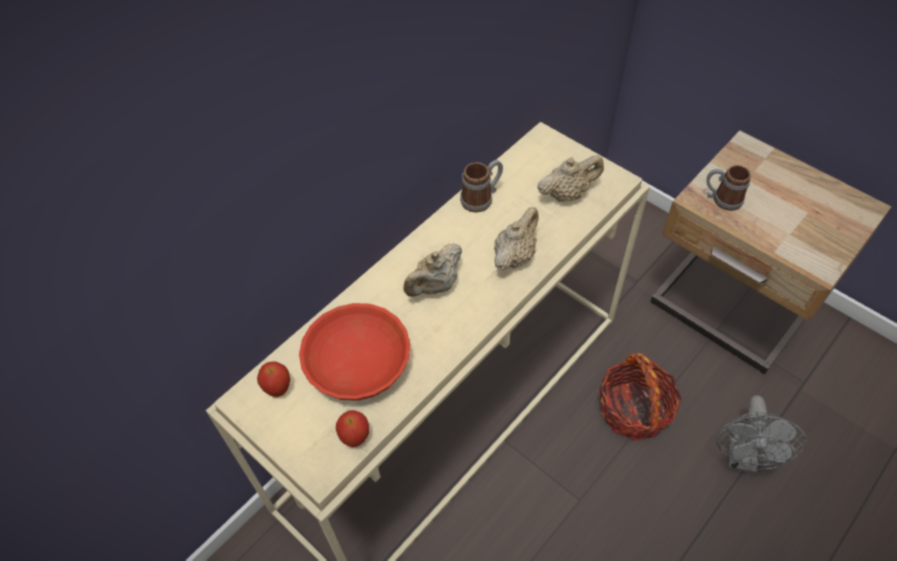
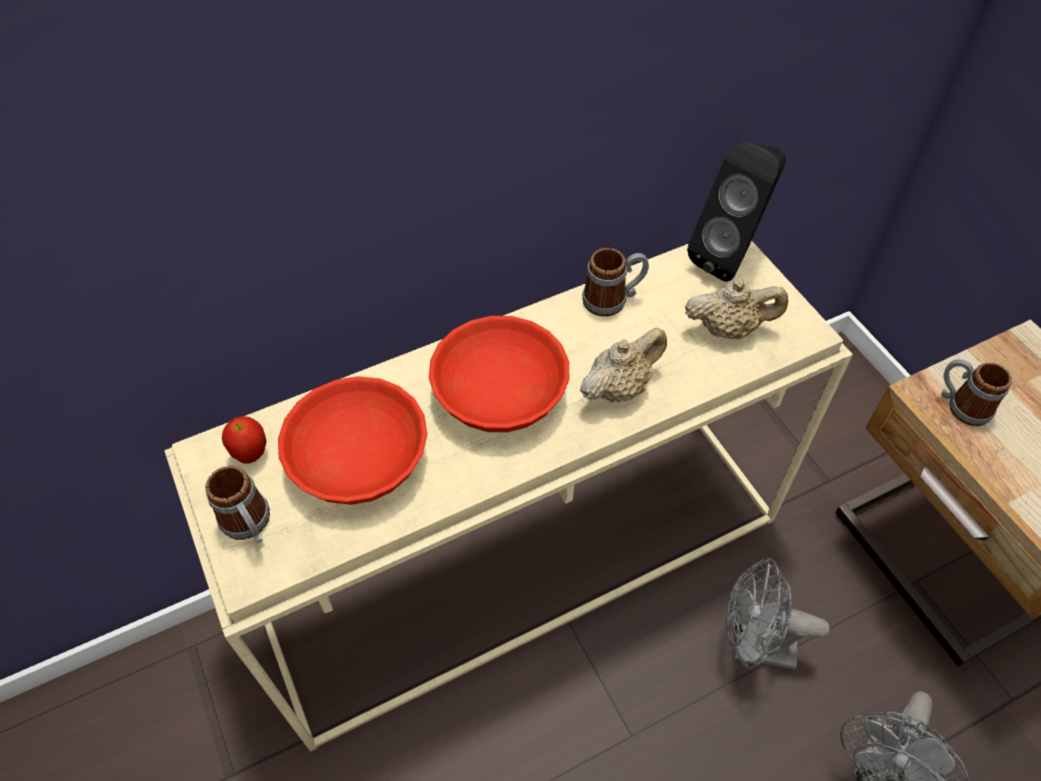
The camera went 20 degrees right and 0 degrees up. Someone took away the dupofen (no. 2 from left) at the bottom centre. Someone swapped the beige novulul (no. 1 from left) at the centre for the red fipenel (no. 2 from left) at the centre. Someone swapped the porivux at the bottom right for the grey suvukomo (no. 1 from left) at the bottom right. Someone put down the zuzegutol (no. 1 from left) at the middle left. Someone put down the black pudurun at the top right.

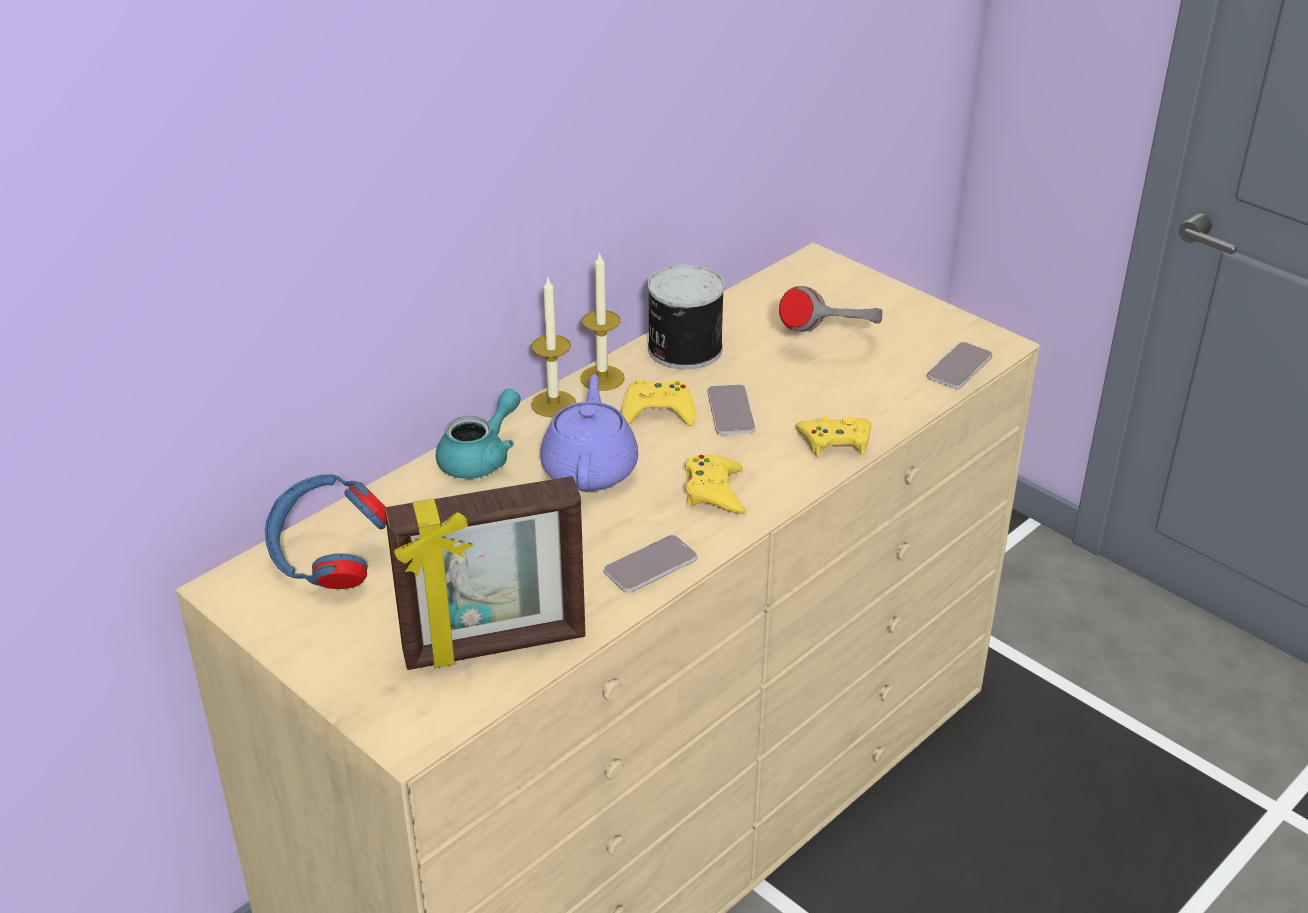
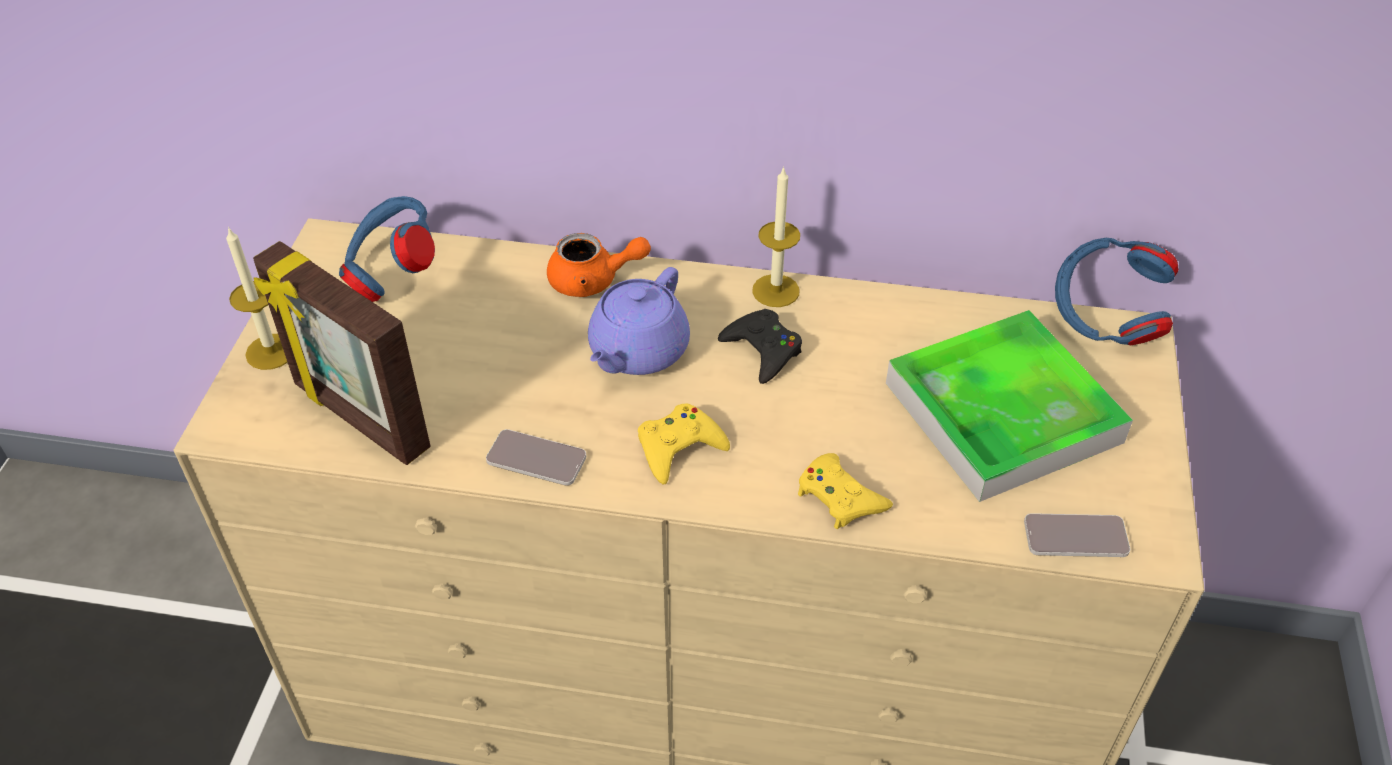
The camera went 55 degrees right and 10 degrees up. Someone repainted the turquoise novulul at the centre, which became the orange novulul at the centre. Someone carried the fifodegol (no. 1 from left) from the centre to the middle left. Someone rotated the purple novulul at the centre by 150 degrees clockwise. Someone repainted the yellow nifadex (no. 1 from left) at the centre, which became the black nifadex at the centre. Someone took away the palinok at the centre. Someone took away the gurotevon (no. 2 from left) at the centre. Someone swapped the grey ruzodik at the centre for the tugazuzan at the middle right. Someone put down the blue ruzodik (no. 2 from left) at the middle right.

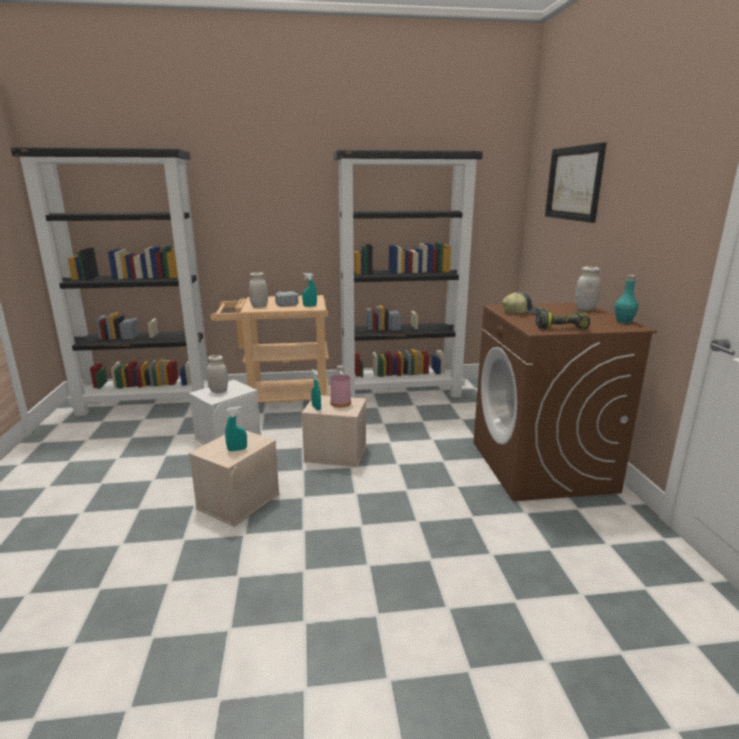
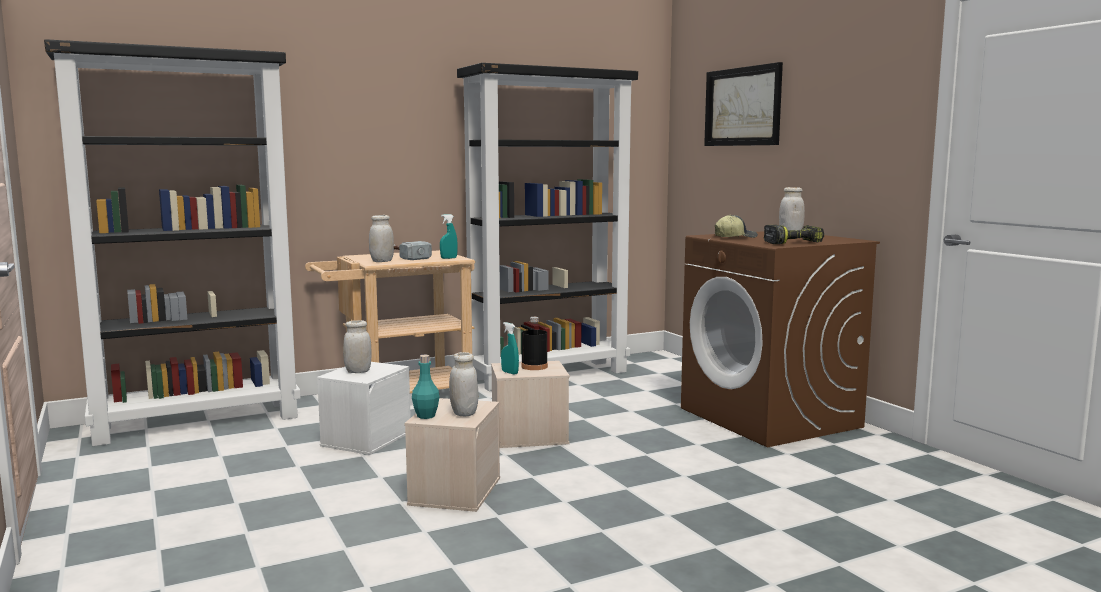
The camera went 20 degrees left and 10 degrees down. Someone swapped the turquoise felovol (no. 1 from left) at the middle left for the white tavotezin (no. 3 from left) at the centre. Someone repainted the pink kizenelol at the centre, which became the black kizenelol at the centre. Someone carried the turquoise kizenelol from the middle right to the centre.

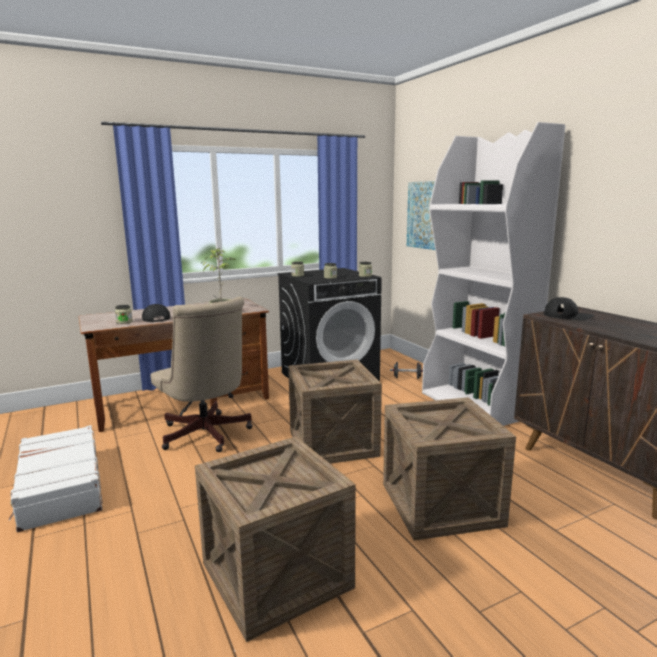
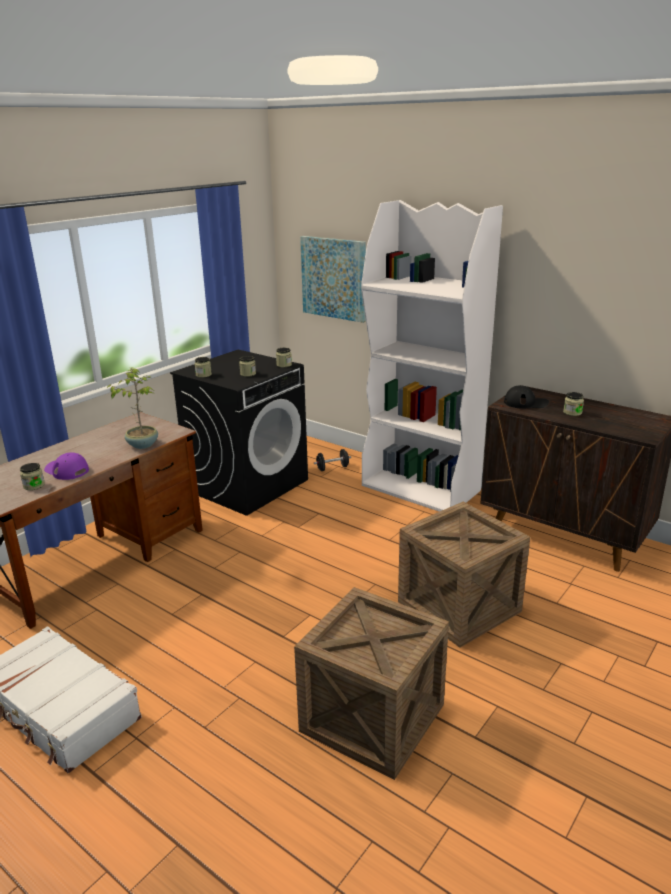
The camera went 25 degrees left and 10 degrees up. Someone repainted the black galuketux (no. 1 from left) at the middle left, which became the purple galuketux at the middle left. Someone took away the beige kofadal at the middle left. Someone took away the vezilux (no. 2 from left) at the centre. Someone put down the tavotezin (no. 5 from left) at the middle right.

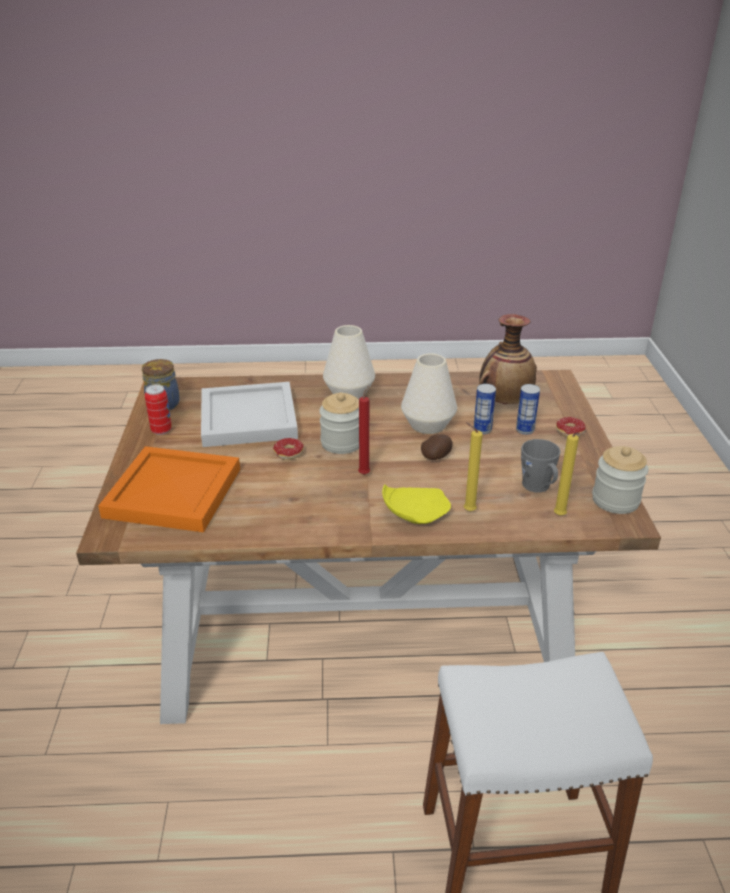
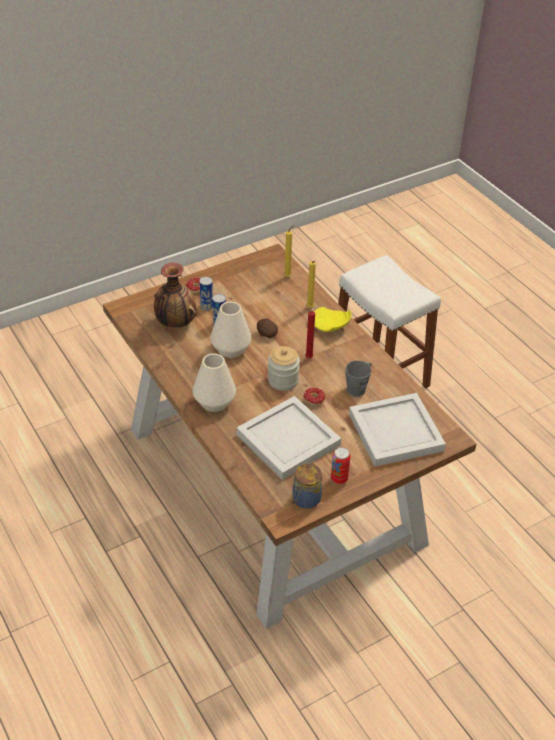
The camera went 120 degrees left and 10 degrees up. Someone repainted the orange tugazuzan at the middle left, which became the white tugazuzan (no. 2 from left) at the middle right. Someone carried the grey zuzegutol from the middle right to the centre. Someone took away the tavotezin (no. 3 from left) at the middle right.

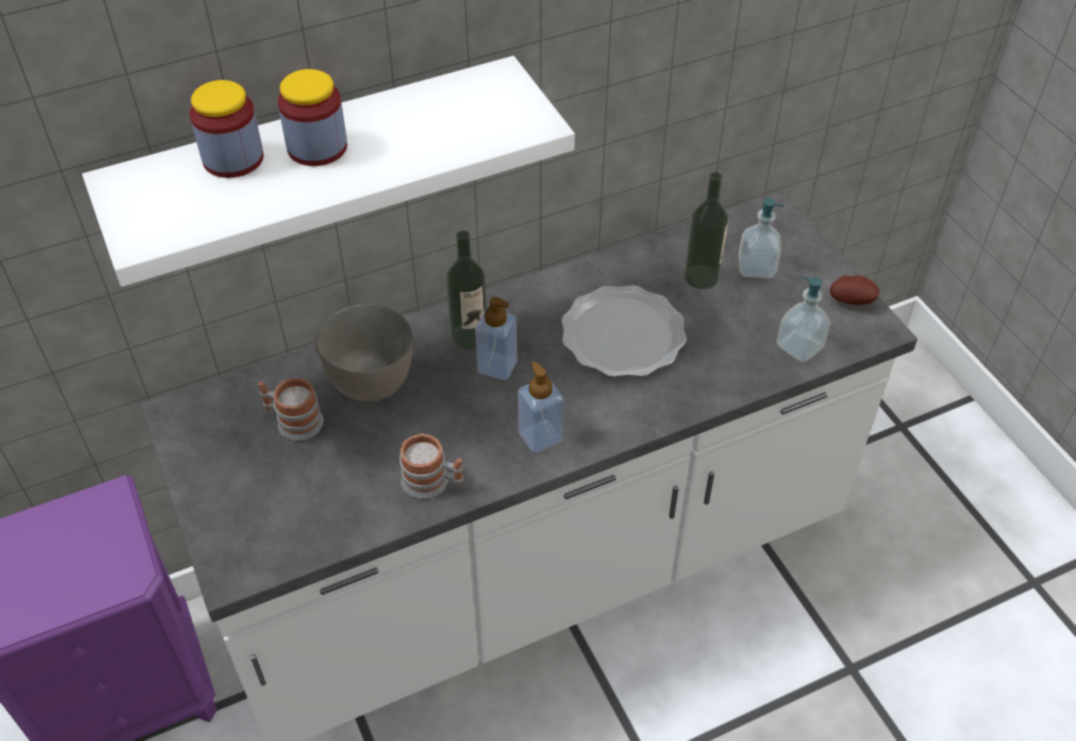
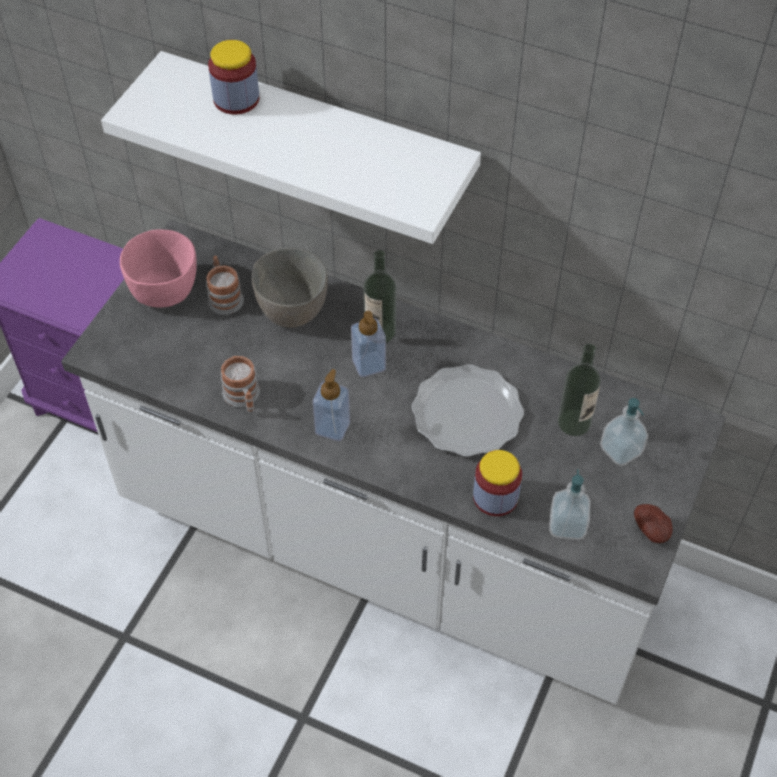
The camera went 50 degrees right and 5 degrees up. Someone carried the tavotezin (no. 2 from left) from the top left to the centre. Someone put down the pink fipenel at the middle left.

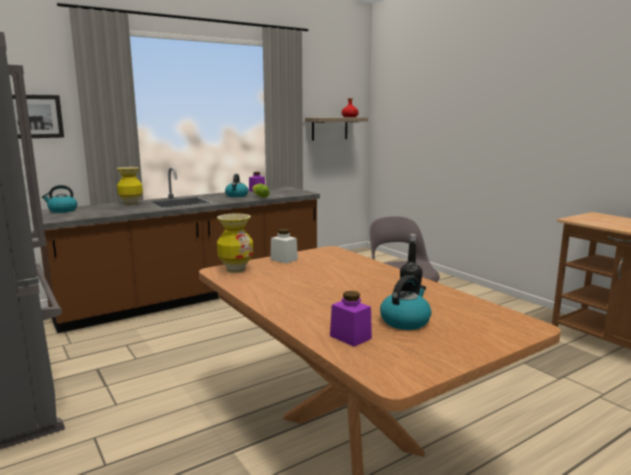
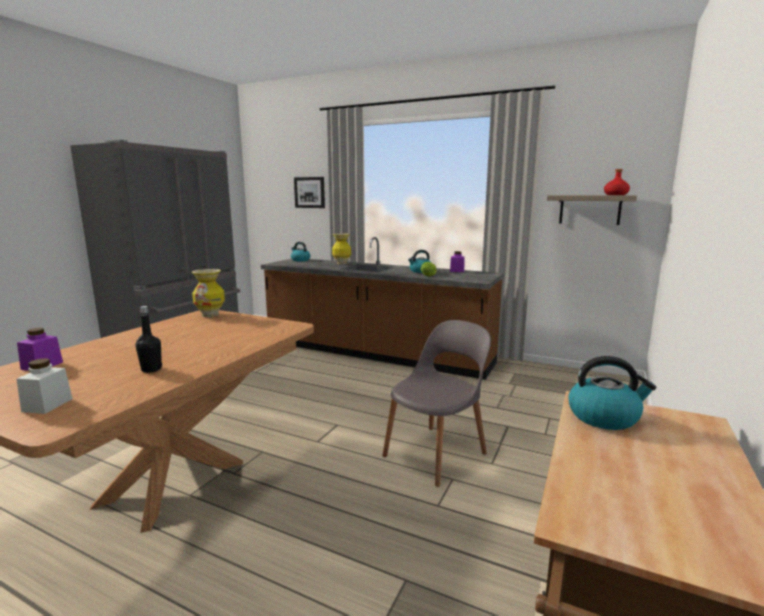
The camera went 60 degrees right and 0 degrees up. Someone carried the white tavotezin from the centre to the middle left. Someone carried the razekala (no. 3 from left) from the centre to the middle right.

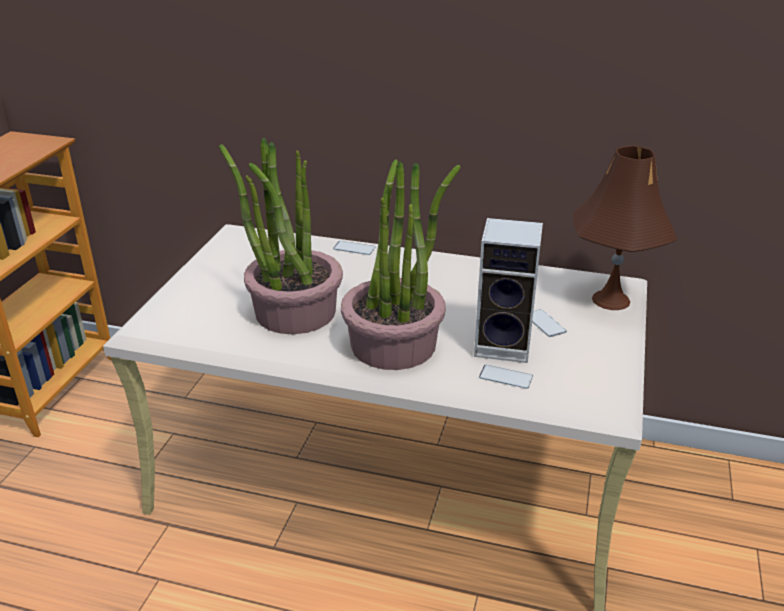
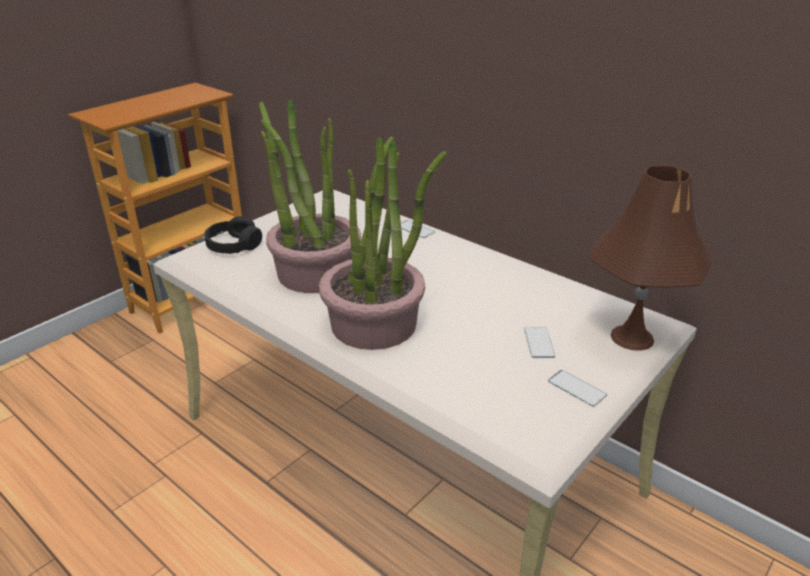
The camera went 25 degrees right and 0 degrees up. Someone took away the pudurun at the centre. Someone carried the gurotevon (no. 2 from left in the first image) from the centre to the bottom right. Someone put down the black ruzodik at the middle left.

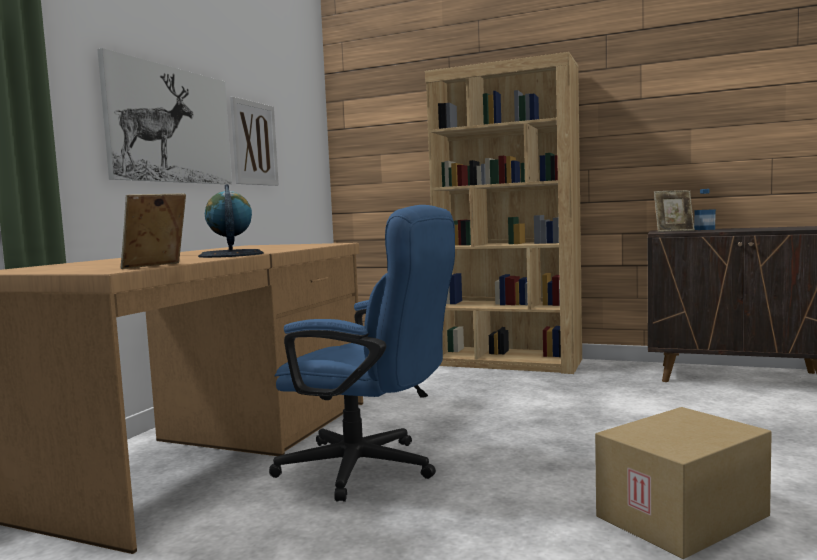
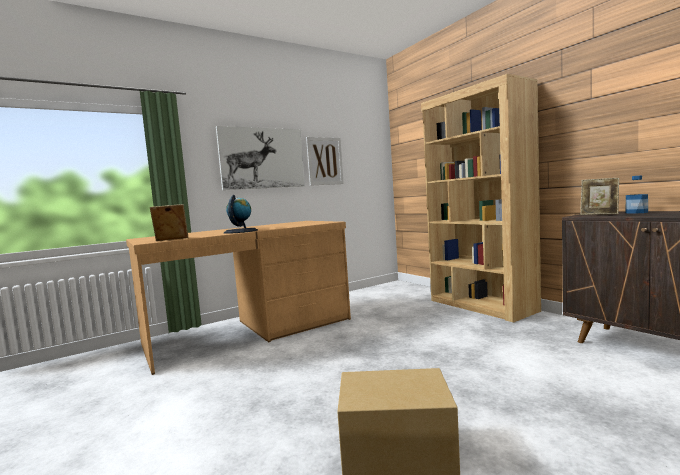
The camera went 35 degrees right and 0 degrees up. Someone took away the blue kofadal at the centre.

